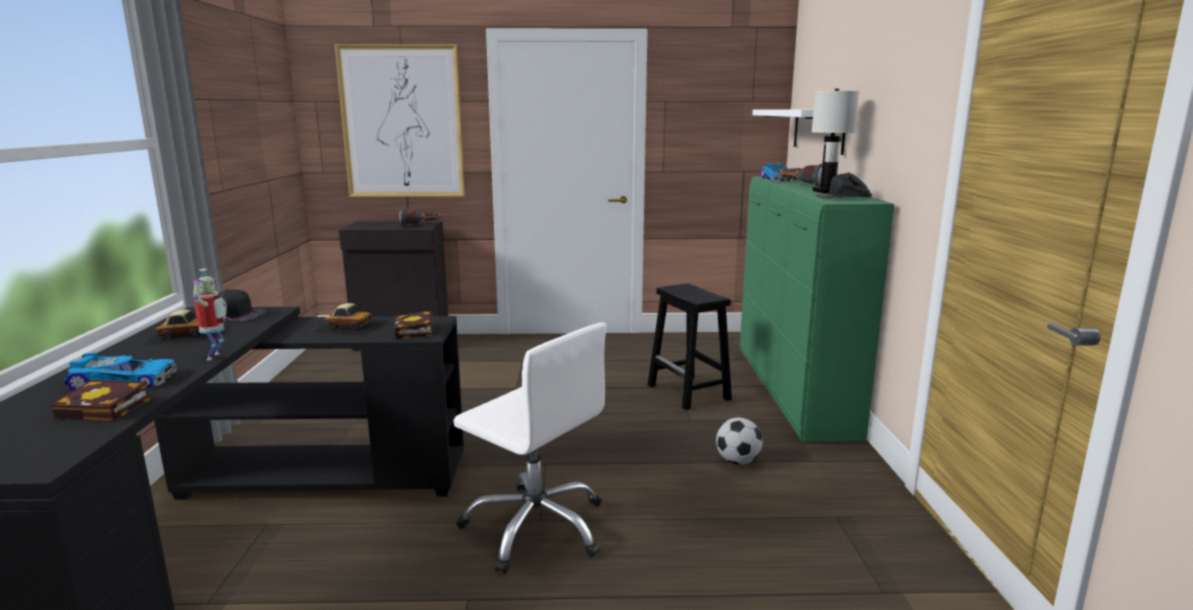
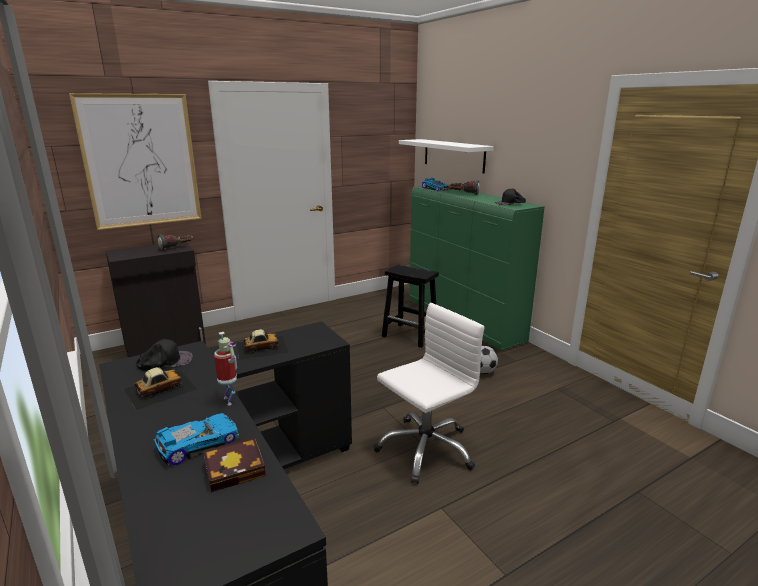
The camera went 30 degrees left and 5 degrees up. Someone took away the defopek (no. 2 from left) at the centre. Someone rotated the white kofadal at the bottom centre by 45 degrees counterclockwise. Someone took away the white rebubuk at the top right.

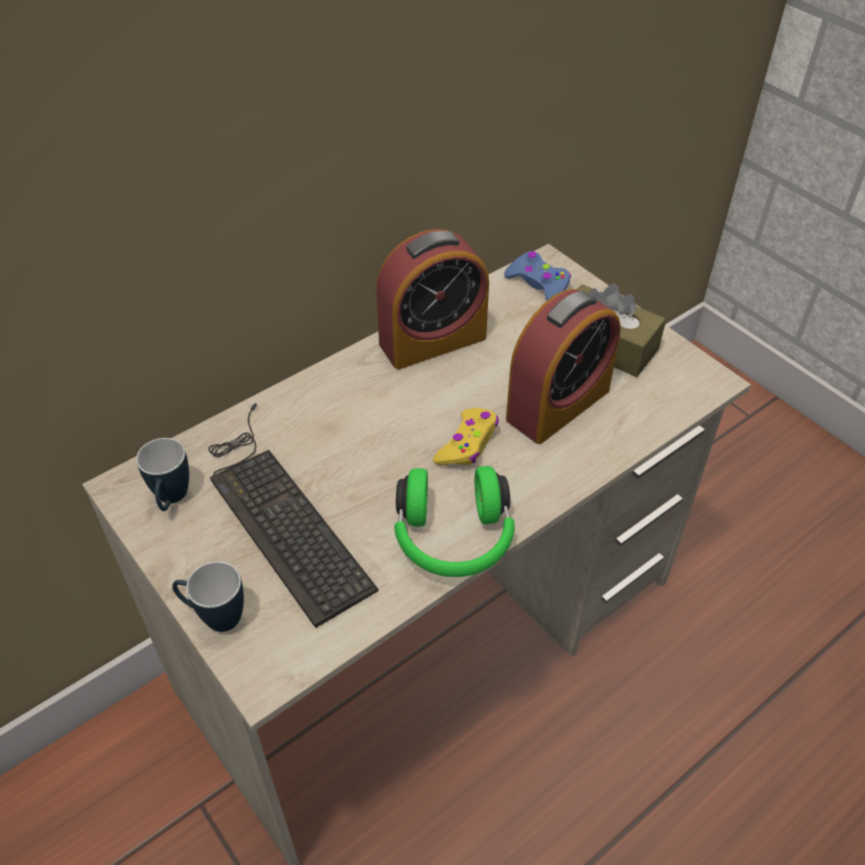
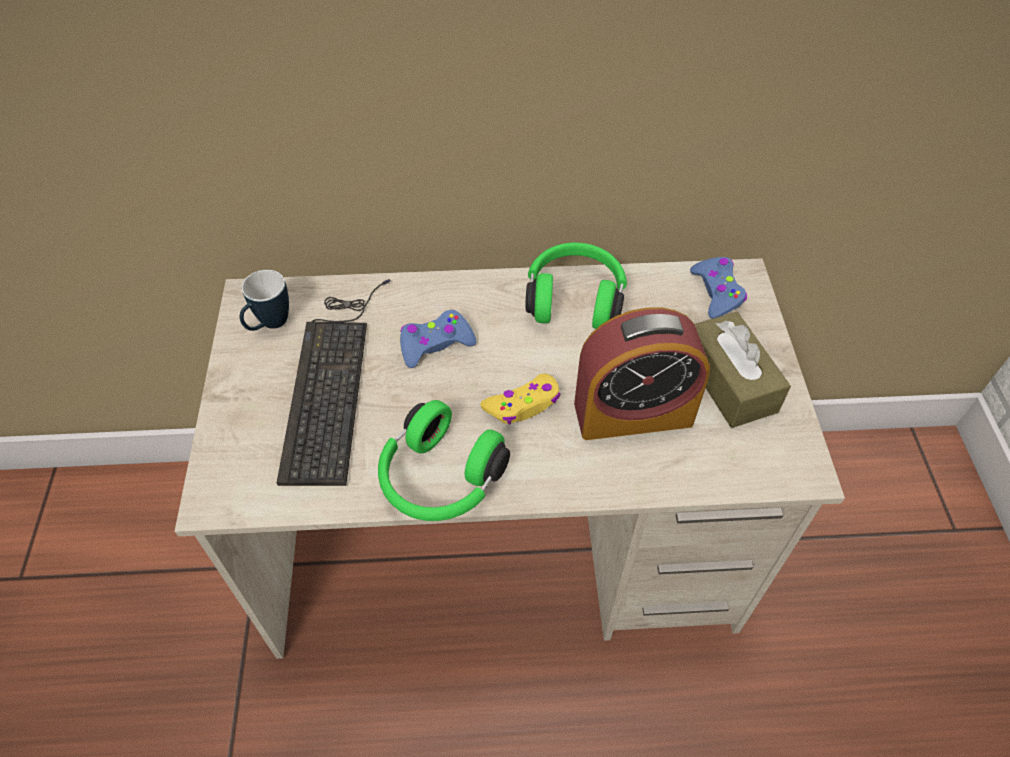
The camera went 35 degrees right and 5 degrees up. Someone took away the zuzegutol (no. 2 from left) at the bottom left. Someone swapped the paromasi (no. 1 from left) at the centre for the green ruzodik (no. 2 from left) at the centre. Someone put down the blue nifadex (no. 1 from left) at the centre.

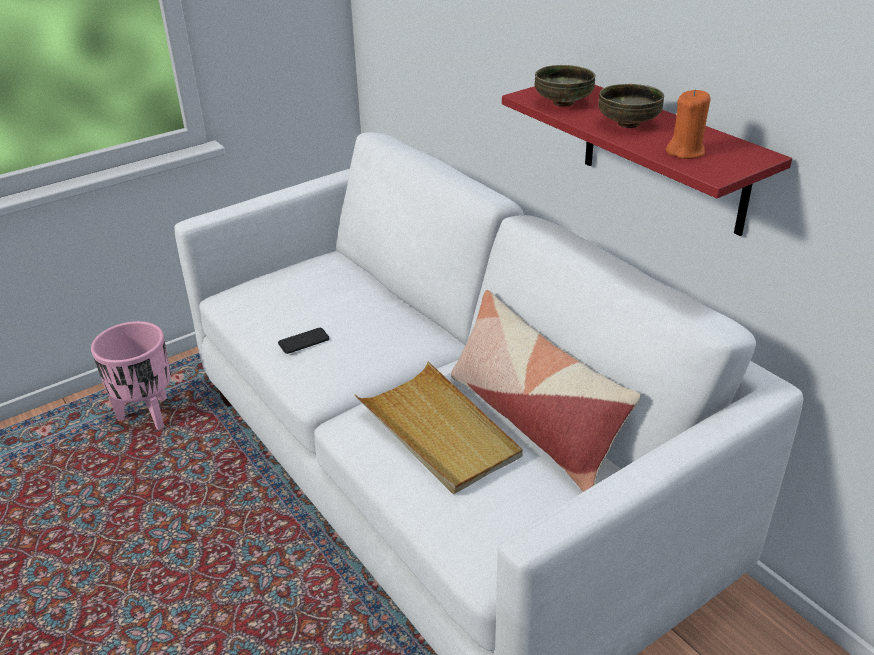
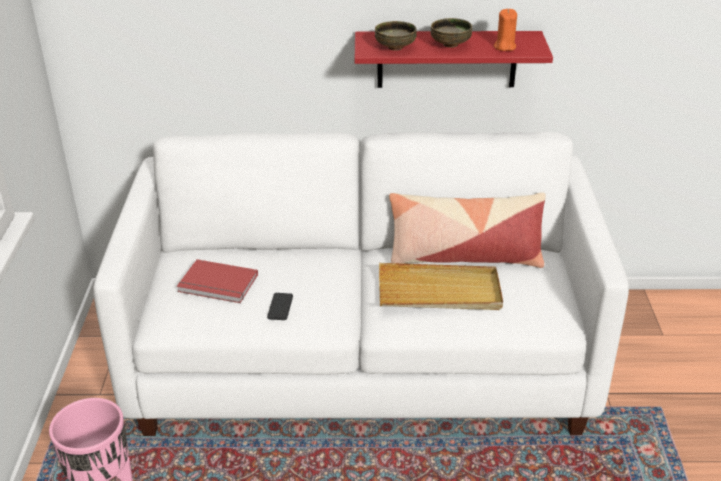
The camera went 55 degrees left and 0 degrees up. Someone put down the red defopek at the middle left.

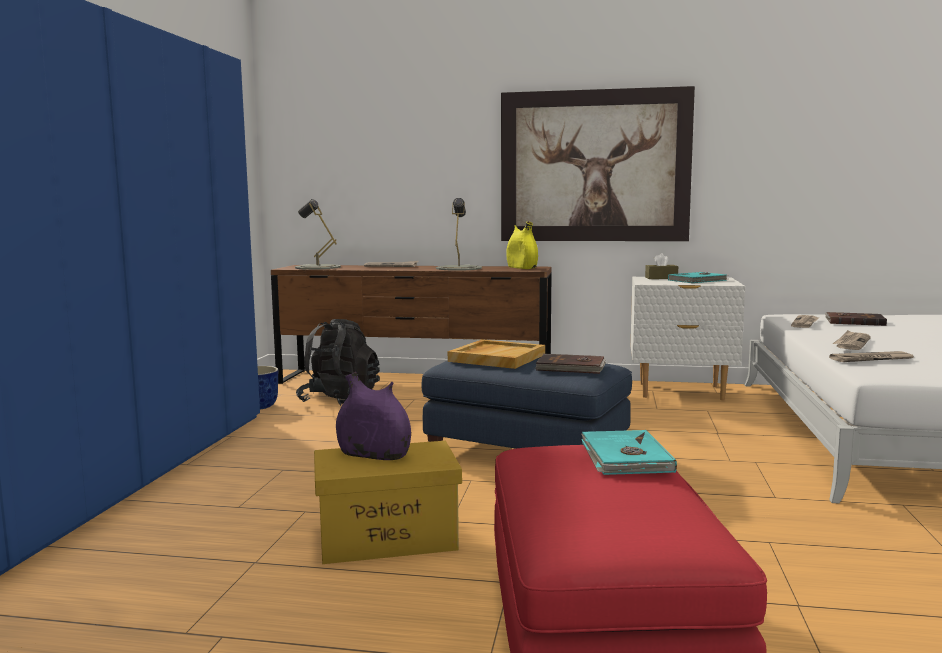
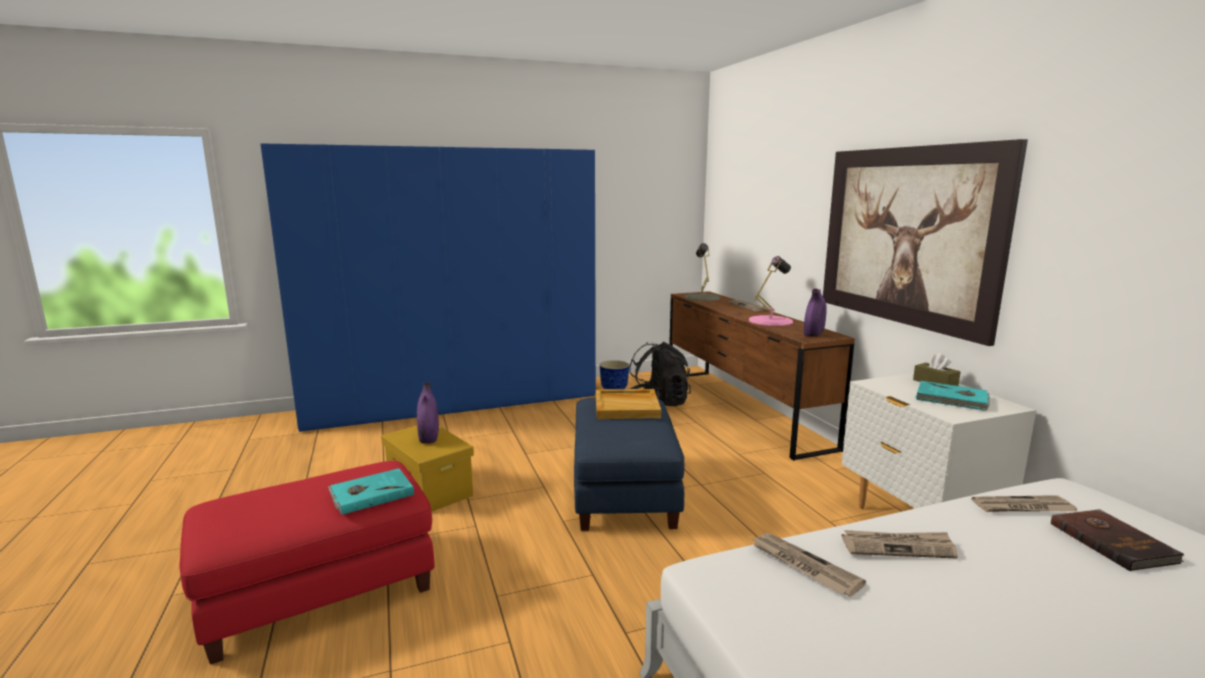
The camera went 60 degrees right and 5 degrees up. Someone repainted the grey rebubuk (no. 2 from left) at the centre, which became the pink rebubuk at the centre. Someone repainted the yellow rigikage at the centre, which became the purple rigikage (no. 2 from left) at the middle right. Someone took away the brown defopek (no. 1 from left) at the centre.

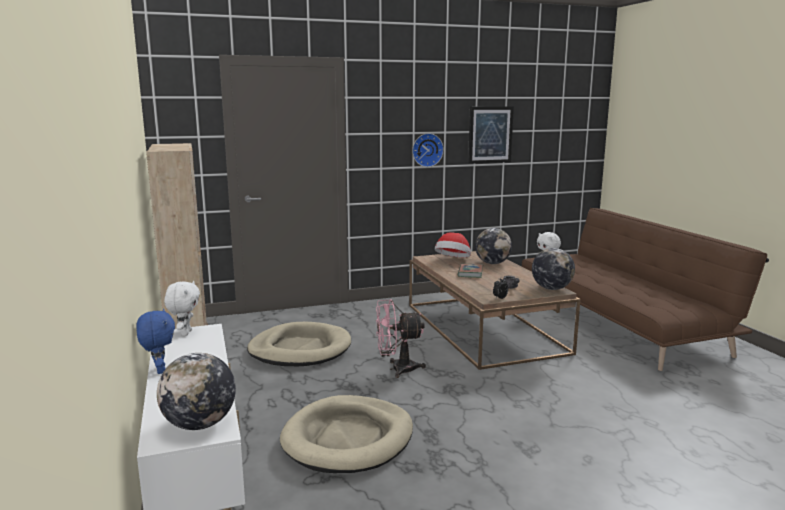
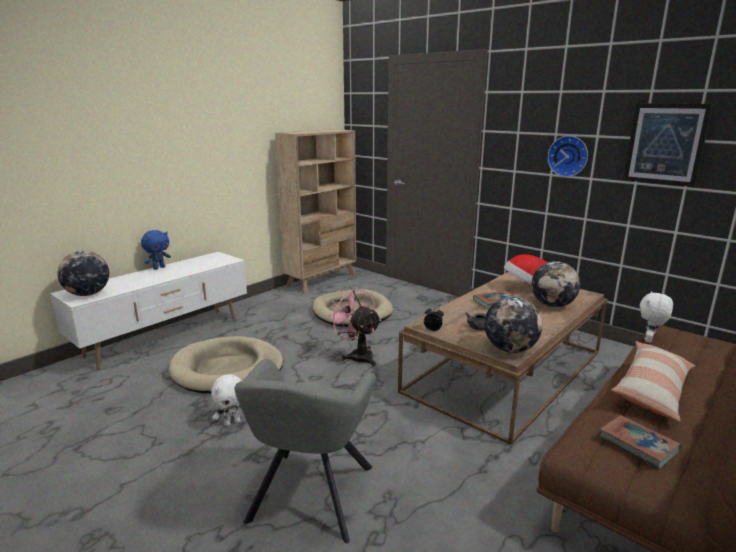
The camera went 60 degrees right and 5 degrees up. Someone carried the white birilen (no. 1 from left) from the middle left to the bottom left. Someone put down the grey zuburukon at the bottom centre. Someone put down the defopek (no. 2 from left) at the bottom right. Someone put down the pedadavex at the bottom right.

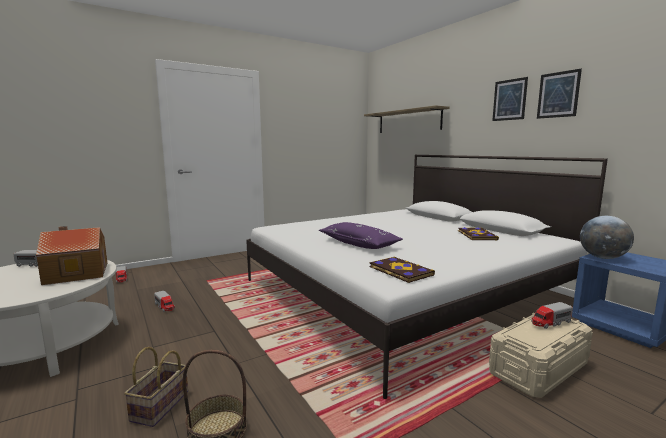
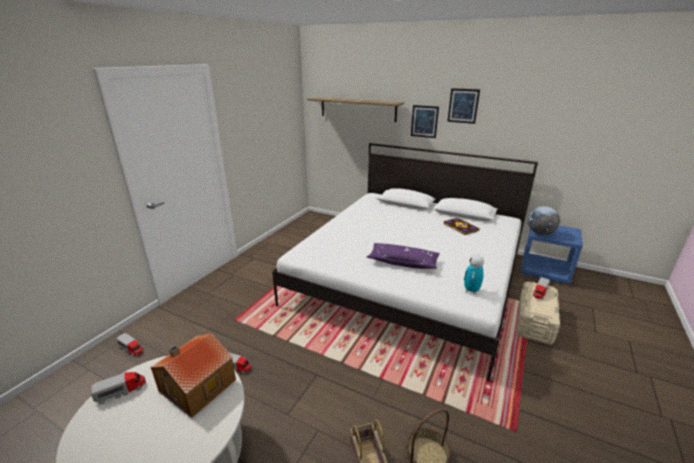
The camera went 30 degrees left and 15 degrees up. Someone swapped the defopek (no. 1 from left) at the centre for the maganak at the middle right. Someone carried the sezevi (no. 2 from left in the first image) from the top right to the top centre.

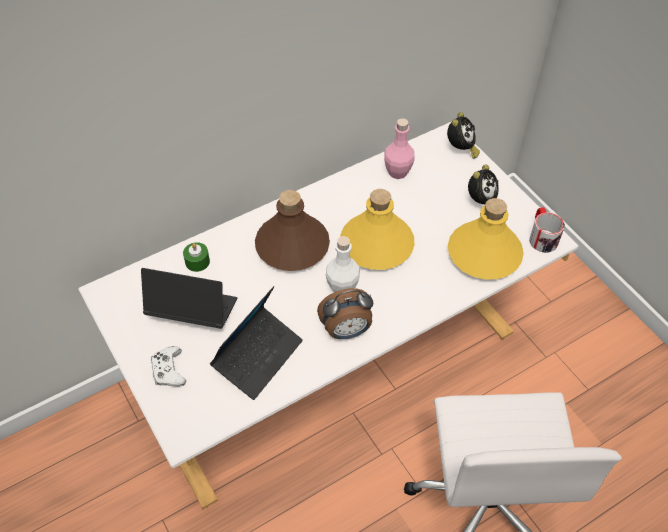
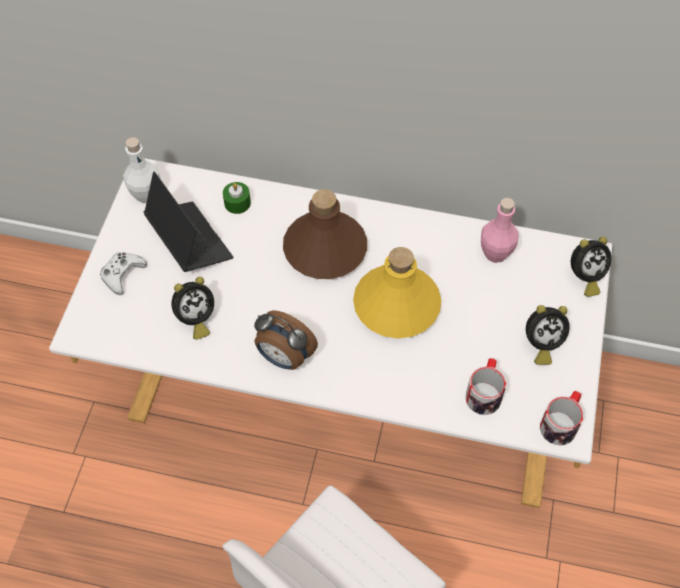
The camera went 45 degrees right and 5 degrees up. Someone swapped the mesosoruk (no. 2 from left) at the centre for the paromasi (no. 1 from left) at the middle left. Someone carried the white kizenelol from the centre to the top left. Someone swapped the yellow kizenelol (no. 2 from left) at the middle right for the zuzegutol (no. 1 from left) at the middle right.

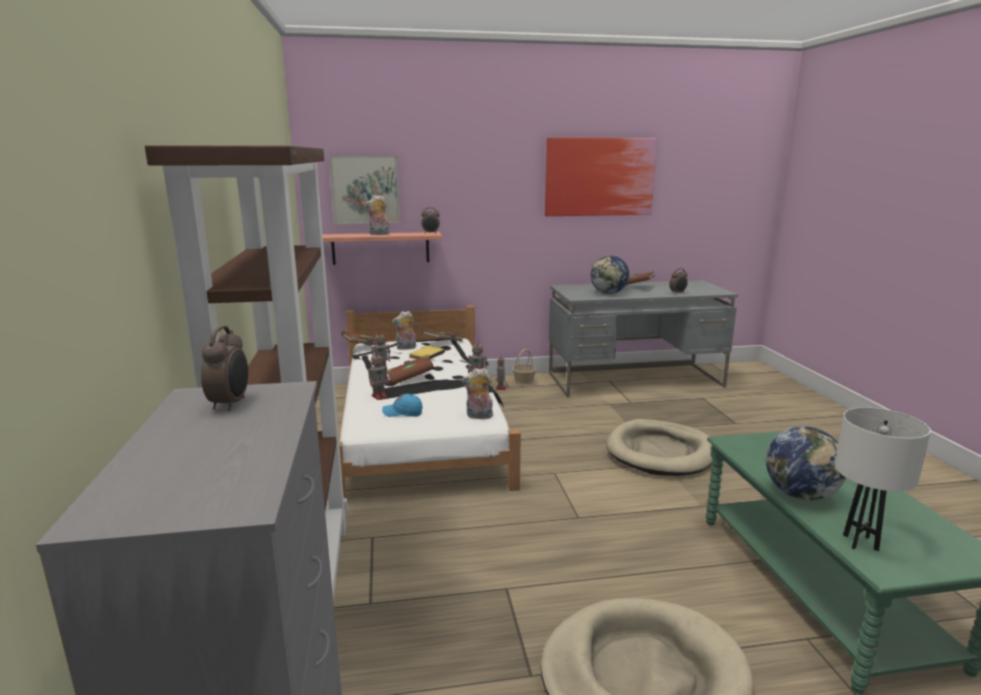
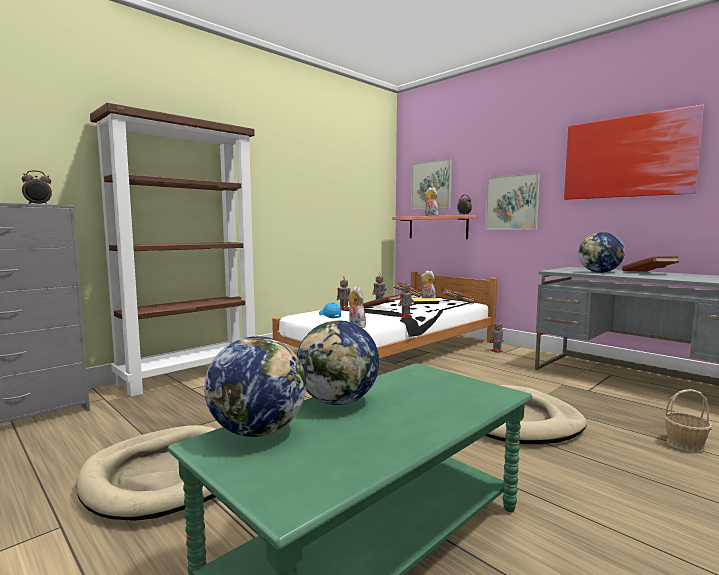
The camera went 55 degrees right and 10 degrees down. Someone carried the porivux from the centre to the bottom right. Someone took away the paromasi (no. 3 from left) at the middle right. Someone swapped the white rebubuk at the bottom right for the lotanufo (no. 1 from left) at the bottom centre. Someone put up the sezevi (no. 2 from left) at the middle right.

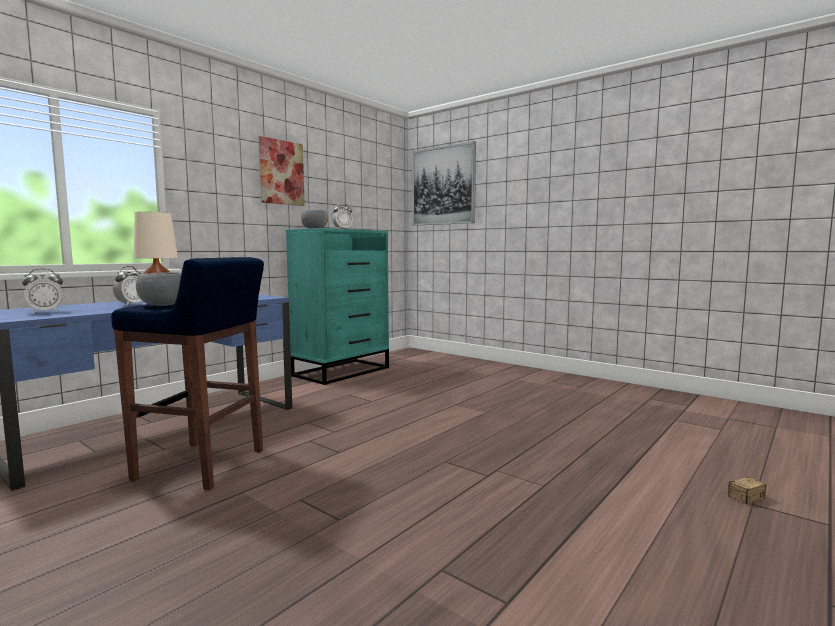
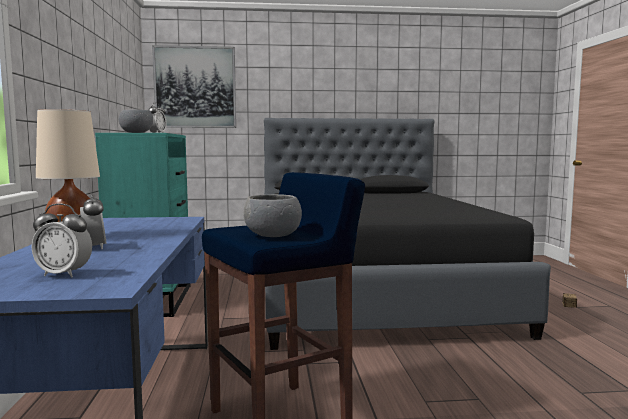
The camera went 45 degrees left and 0 degrees up. Someone rotated the paromasi (no. 1 from left) at the middle left by 90 degrees clockwise. Someone took away the sezevi (no. 1 from left) at the top centre. Someone put down the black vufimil at the centre.

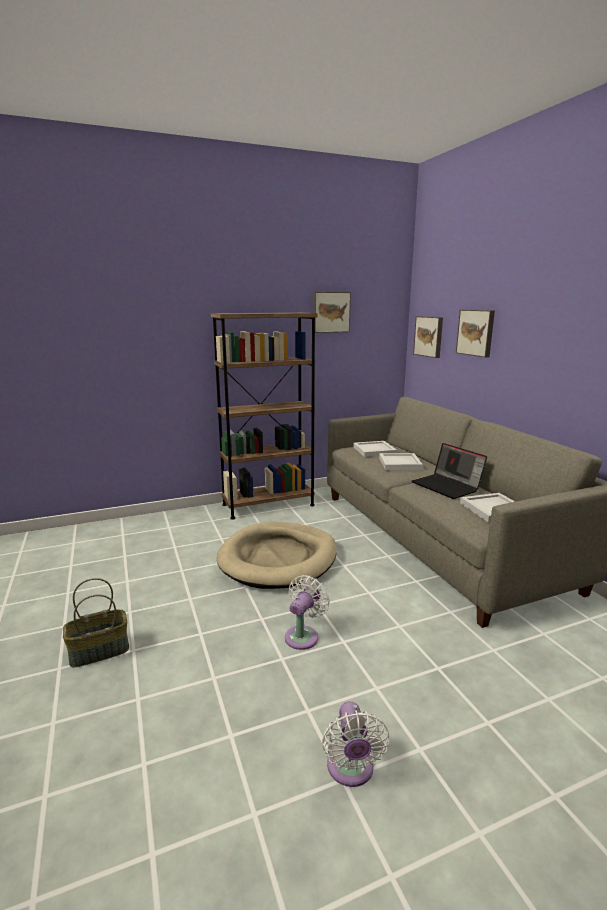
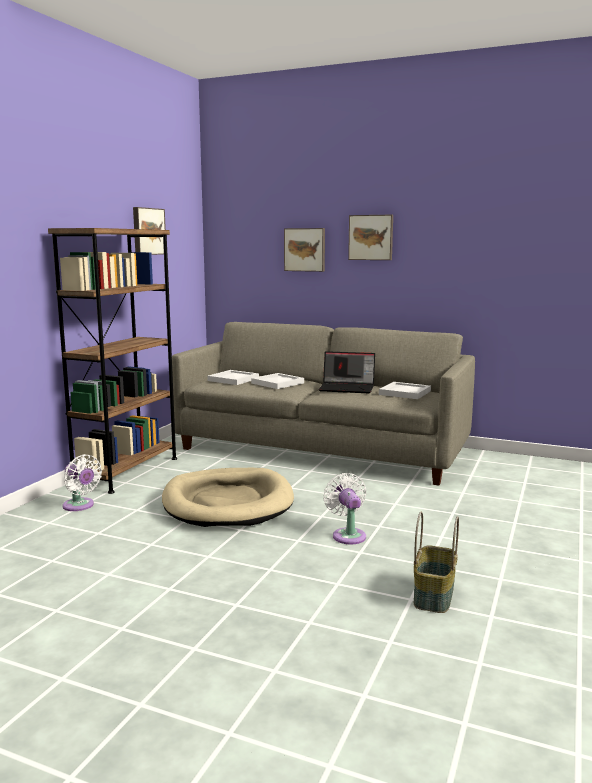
The camera went 45 degrees left and 5 degrees down. Someone carried the porivux from the bottom left to the bottom right. Someone carried the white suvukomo (no. 2 from left in the first image) from the bottom centre to the middle left. Someone carried the sezevi (no. 2 from left in the first image) from the middle right to the top centre.

